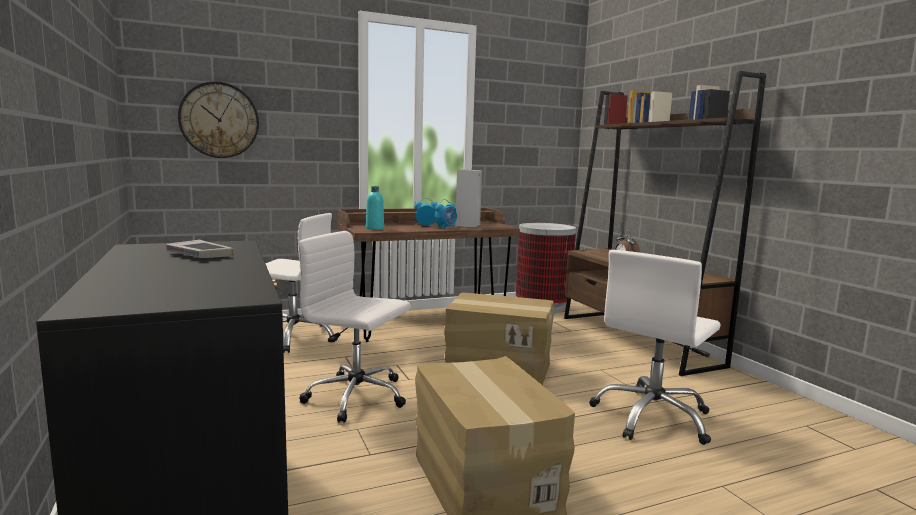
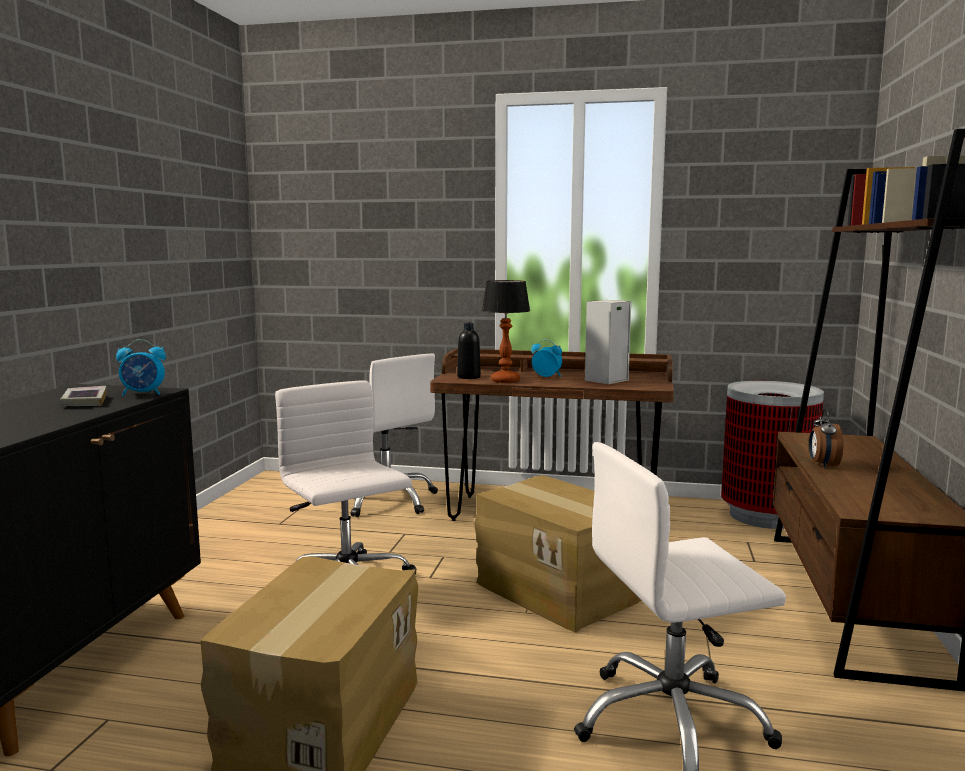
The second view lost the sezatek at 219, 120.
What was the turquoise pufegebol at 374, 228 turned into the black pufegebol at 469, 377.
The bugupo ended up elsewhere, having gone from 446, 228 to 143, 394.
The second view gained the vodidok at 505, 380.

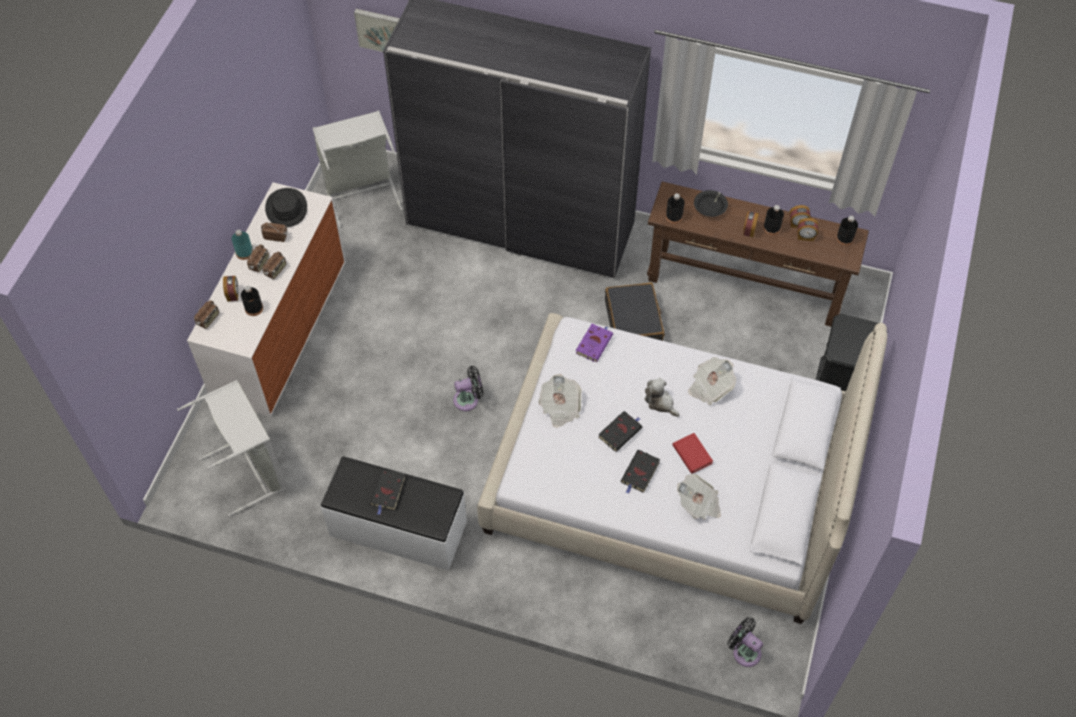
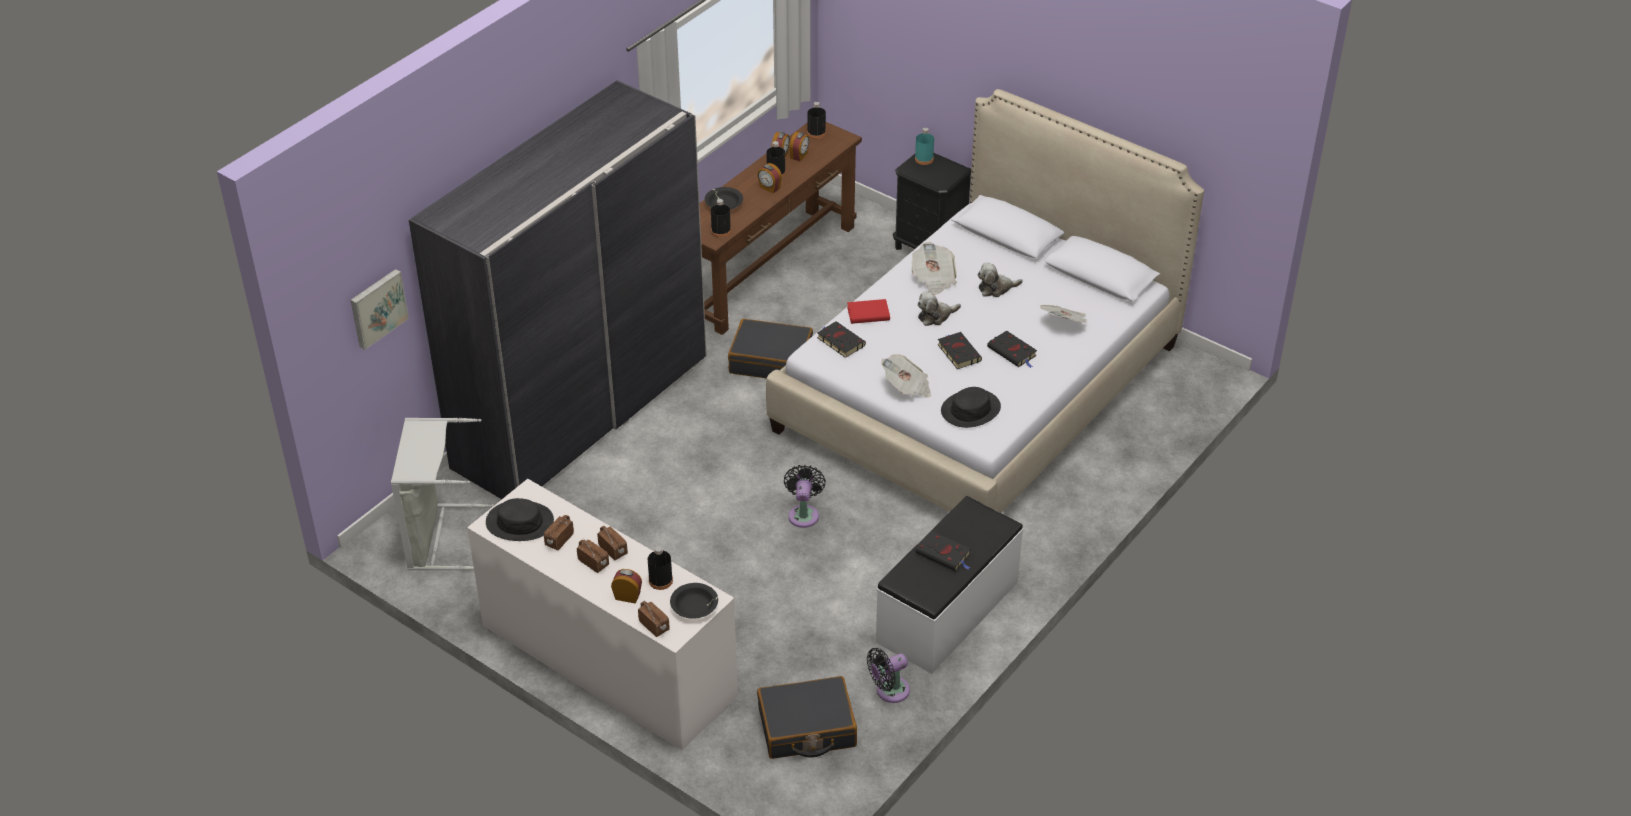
Where the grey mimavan stood at 252, 469, the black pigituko came to stand at 807, 728.
The turquoise pufegebol ended up elsewhere, having gone from 244, 252 to 924, 159.
What was the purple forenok at 594, 343 turned into the black forenok at 839, 341.
The red forenok ended up elsewhere, having gone from 692, 454 to 868, 314.
The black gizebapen ended up elsewhere, having gone from 744, 651 to 889, 691.
The second view gained the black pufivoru at 694, 606.
The second view gained the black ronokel at 970, 409.
The second view gained the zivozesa at 996, 288.

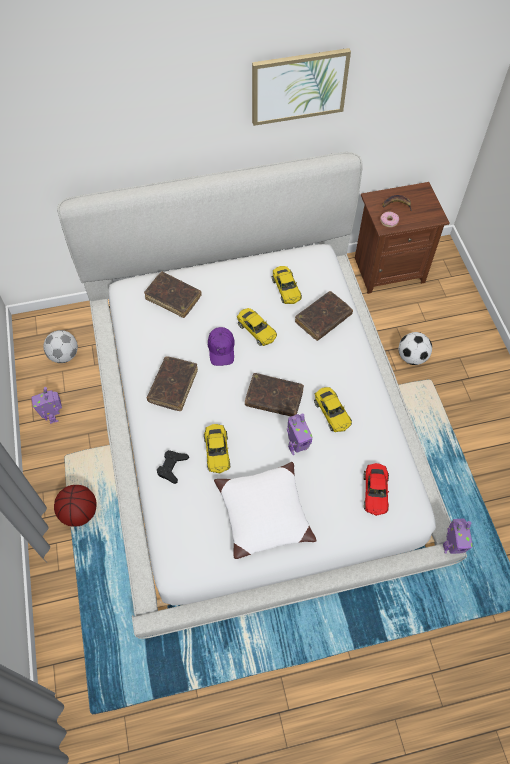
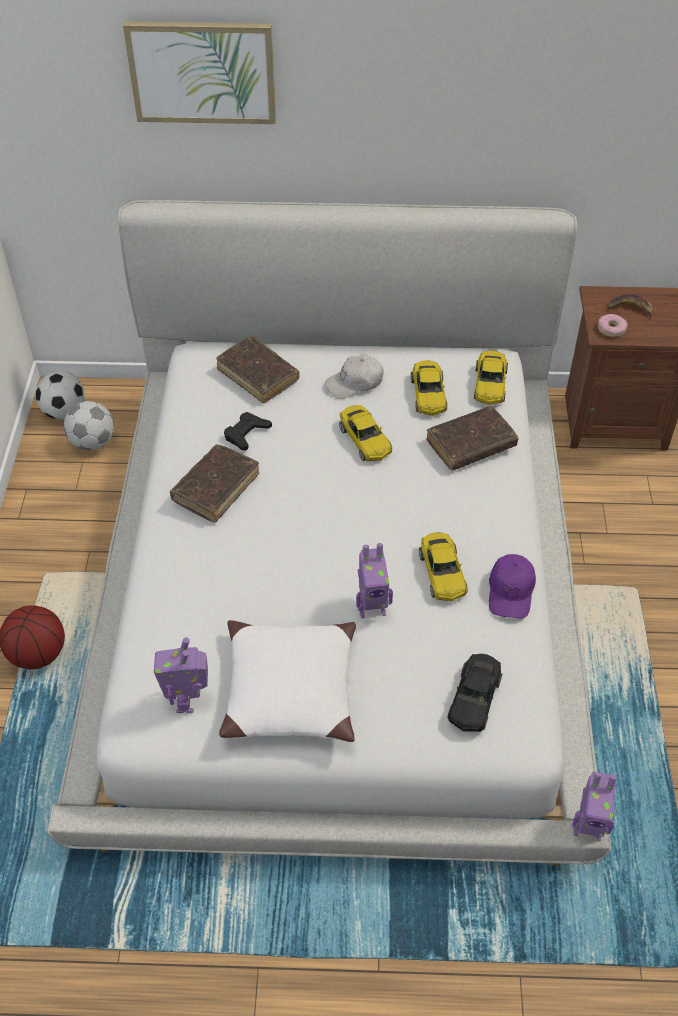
The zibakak ended up elsewhere, having gone from 54, 416 to 187, 701.
The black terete ended up elsewhere, having gone from 172, 467 to 246, 434.
The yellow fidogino ended up elsewhere, having gone from 217, 451 to 490, 384.
The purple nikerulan ended up elsewhere, having gone from 221, 349 to 511, 591.
The second view lost the brown forenok at 274, 398.
The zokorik ended up elsewhere, having gone from 299, 86 to 202, 72.
What was the red fidogino at 375, 491 turned into the black fidogino at 474, 698.
The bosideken ended up elsewhere, having gone from 412, 357 to 65, 412.
The second view gained the white nikerulan at 354, 383.

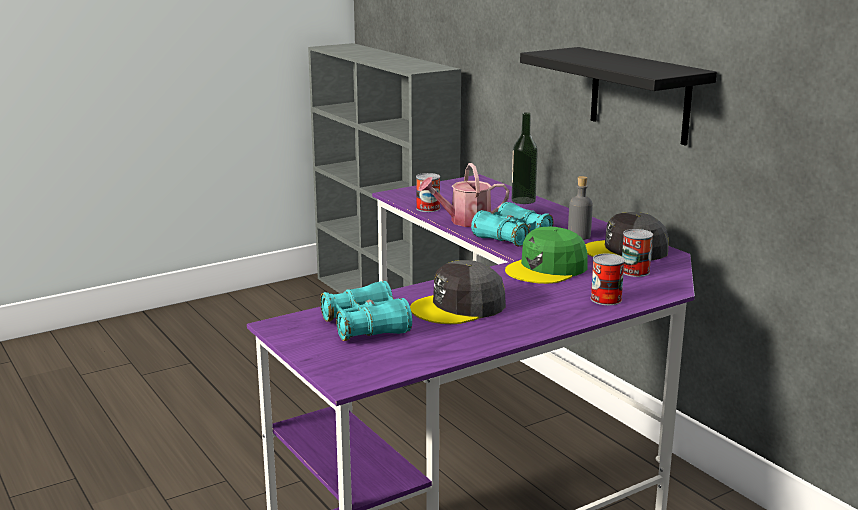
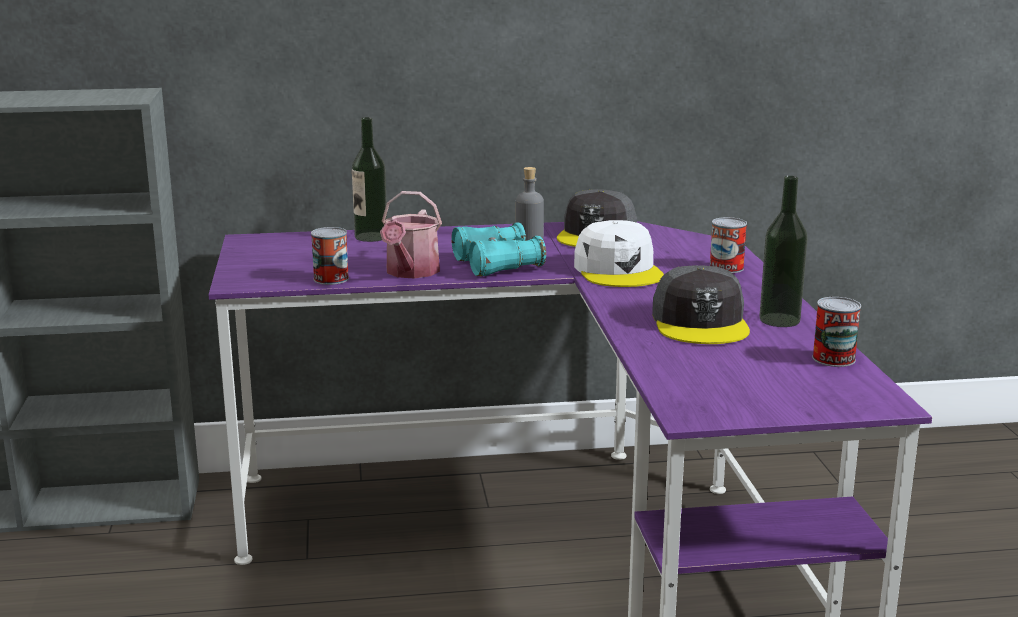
The second view lost the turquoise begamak at 366, 326.
What was the green nikerulan at 547, 269 turned into the white nikerulan at 618, 270.
The second view lost the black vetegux at 639, 95.
The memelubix ended up elsewhere, having gone from 635, 271 to 833, 358.
The second view gained the pufegebol at 779, 320.

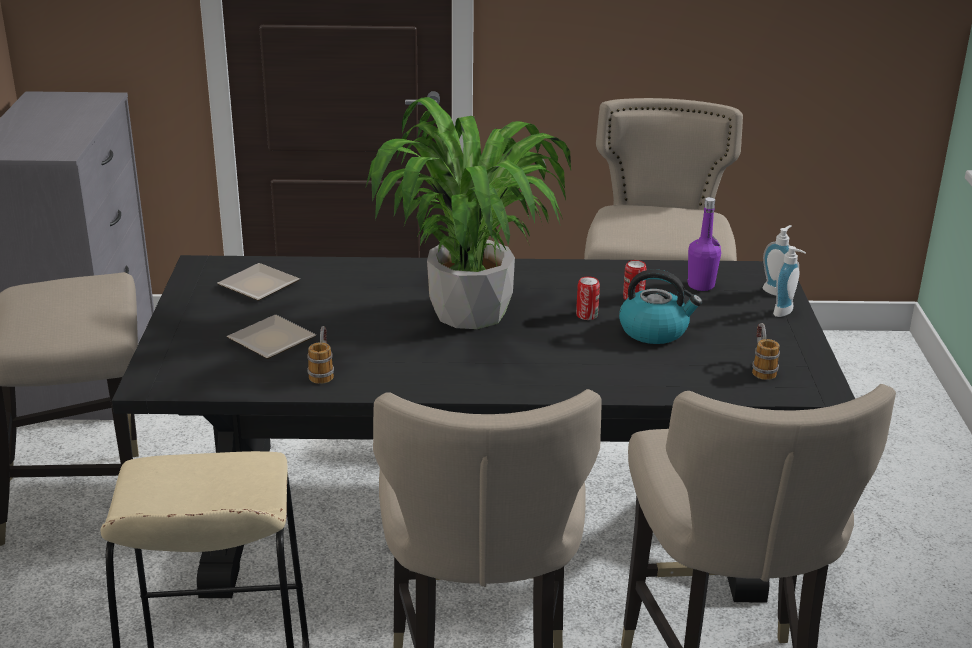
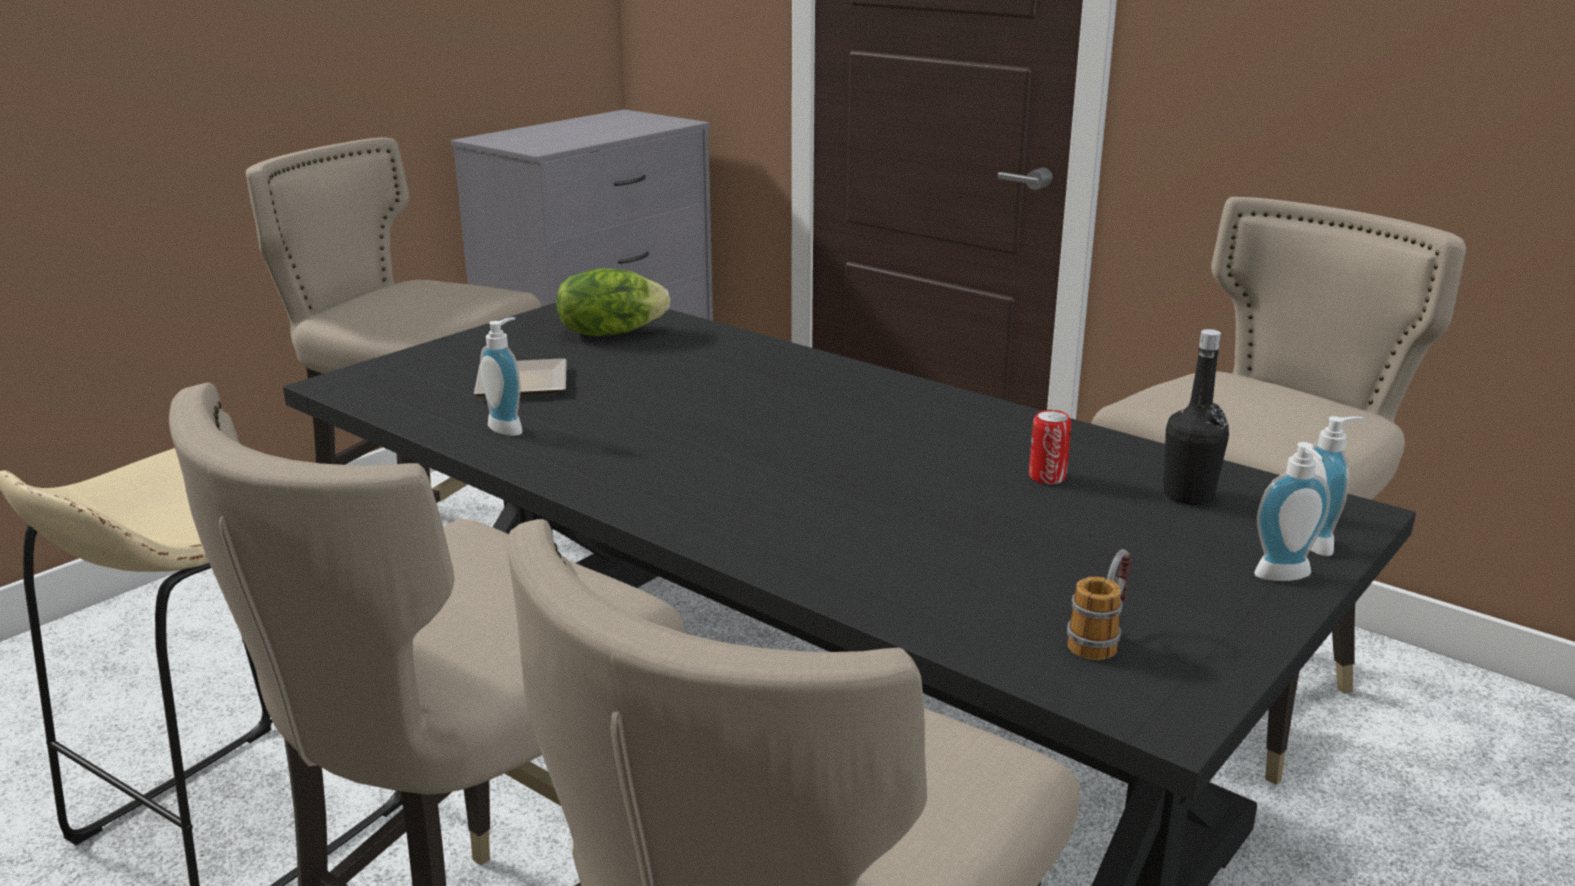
Where the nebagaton stood at 256, 286, the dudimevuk came to stand at 610, 332.
Where the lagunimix stood at 322, 371, the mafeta came to stand at 509, 427.
The second view lost the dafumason at 471, 313.
The second view lost the memelubix at 587, 315.
The second view lost the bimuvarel at 655, 331.
What was the purple pufegebol at 701, 285 turned into the black pufegebol at 1188, 495.

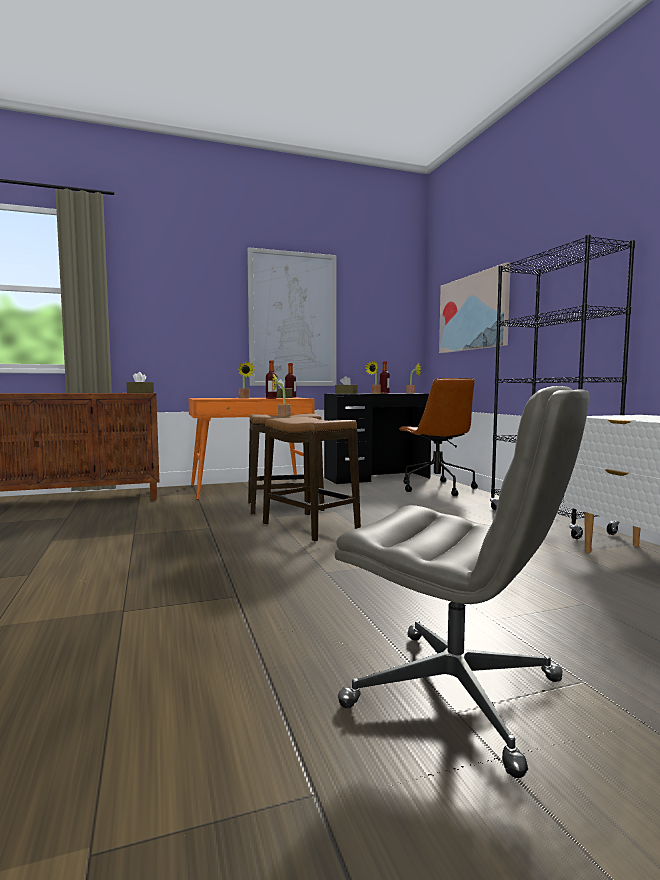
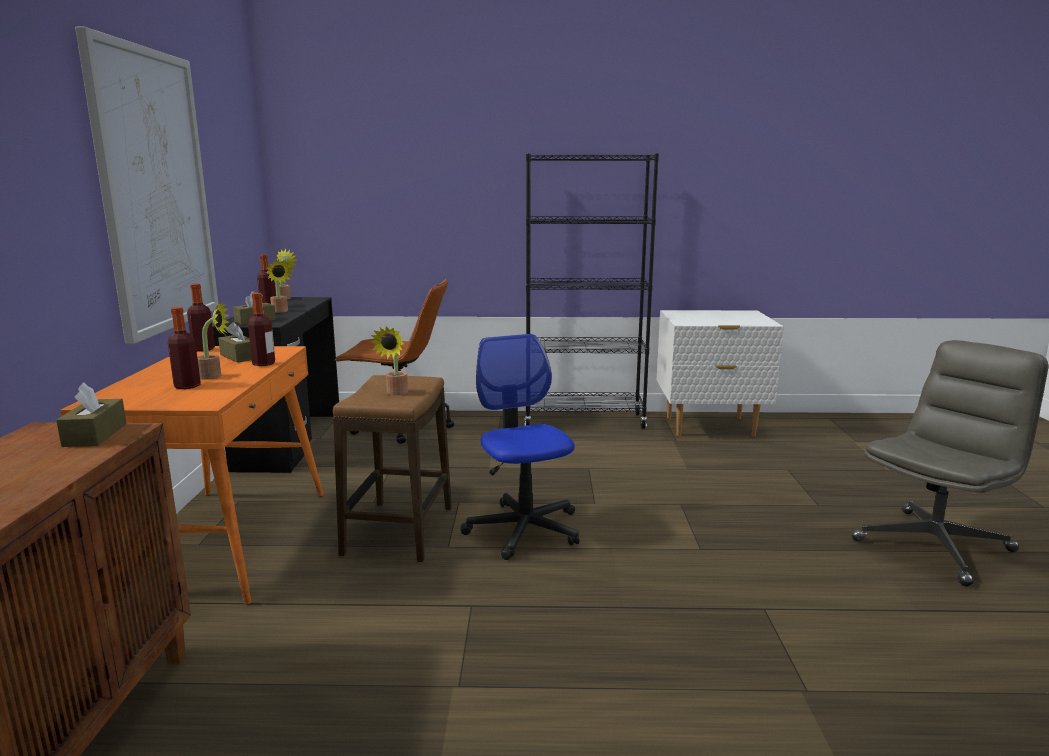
Where the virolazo stood at 311, 527, the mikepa came to stand at 524, 529.
The second view lost the zokorik at 473, 312.
The second view gained the pufegebol at 187, 386.

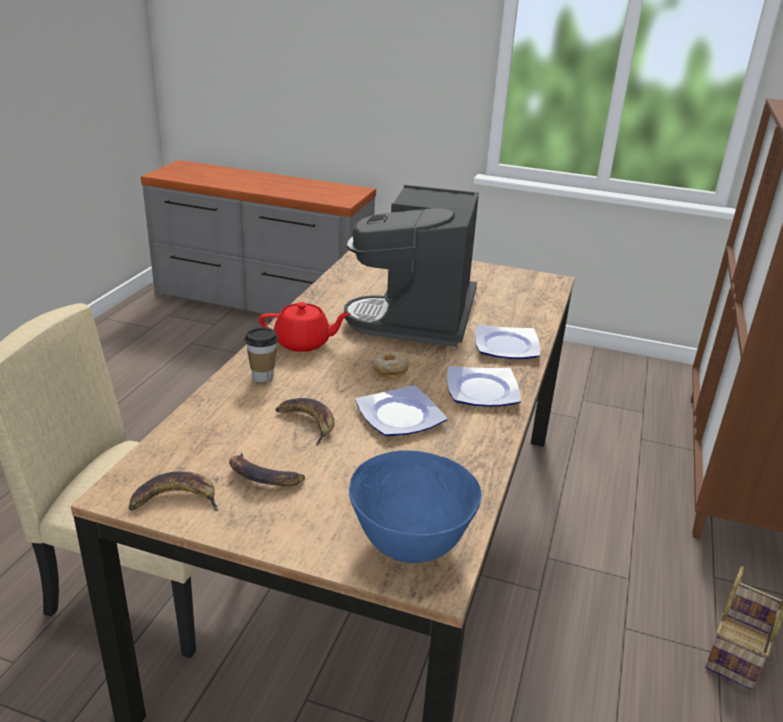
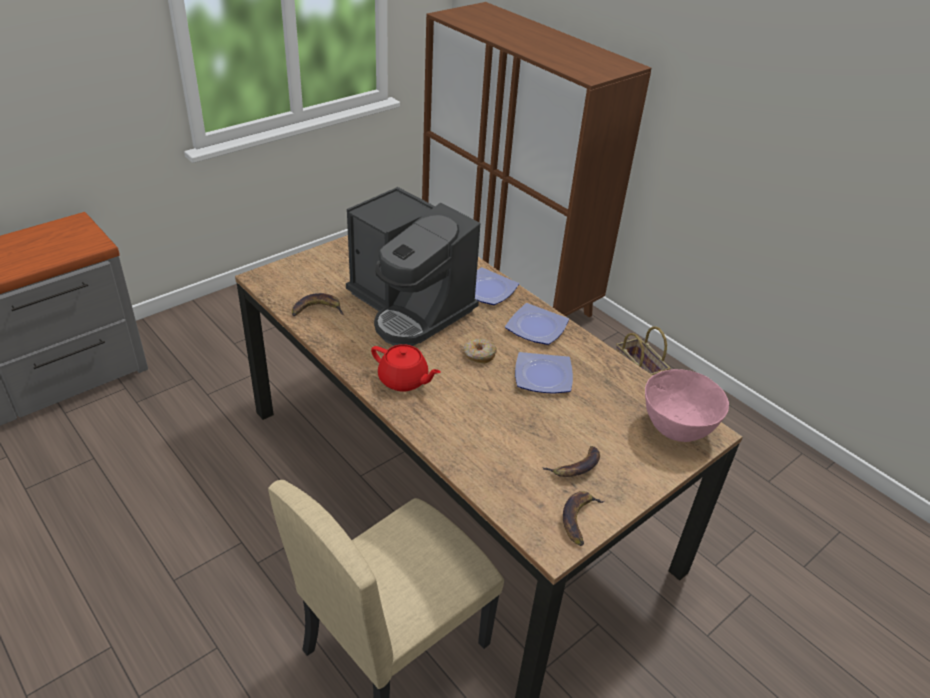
The second view lost the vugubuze at 263, 376.
The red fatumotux at 303, 343 ended up facing another way, 90 degrees clockwise from before.
The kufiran ended up elsewhere, having gone from 308, 423 to 317, 309.
What was the blue pufivoru at 410, 544 turned into the pink pufivoru at 677, 429.

